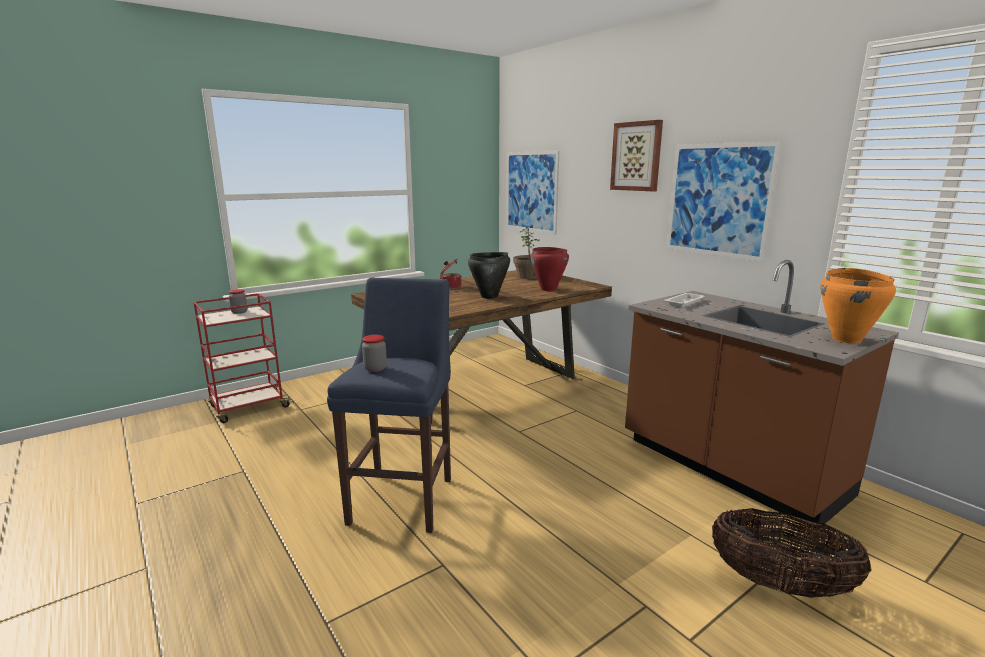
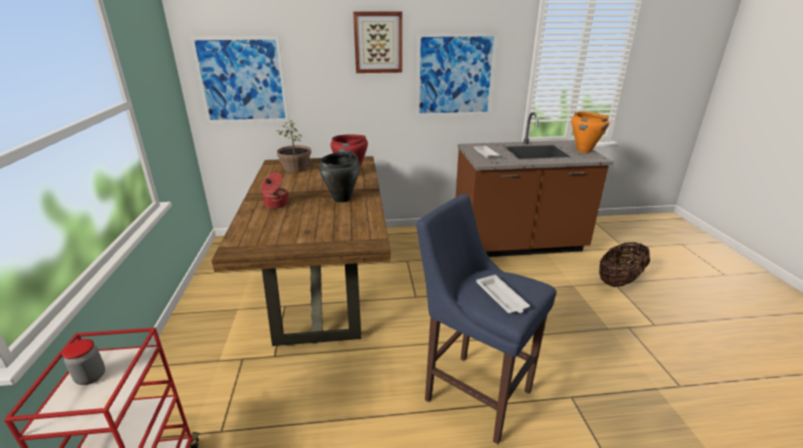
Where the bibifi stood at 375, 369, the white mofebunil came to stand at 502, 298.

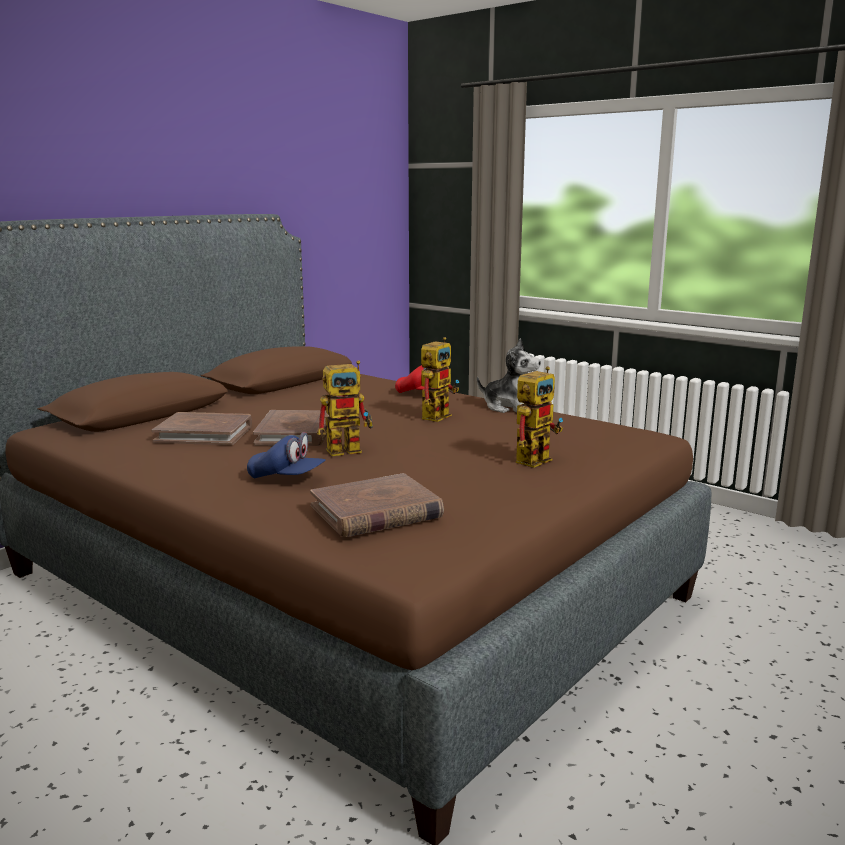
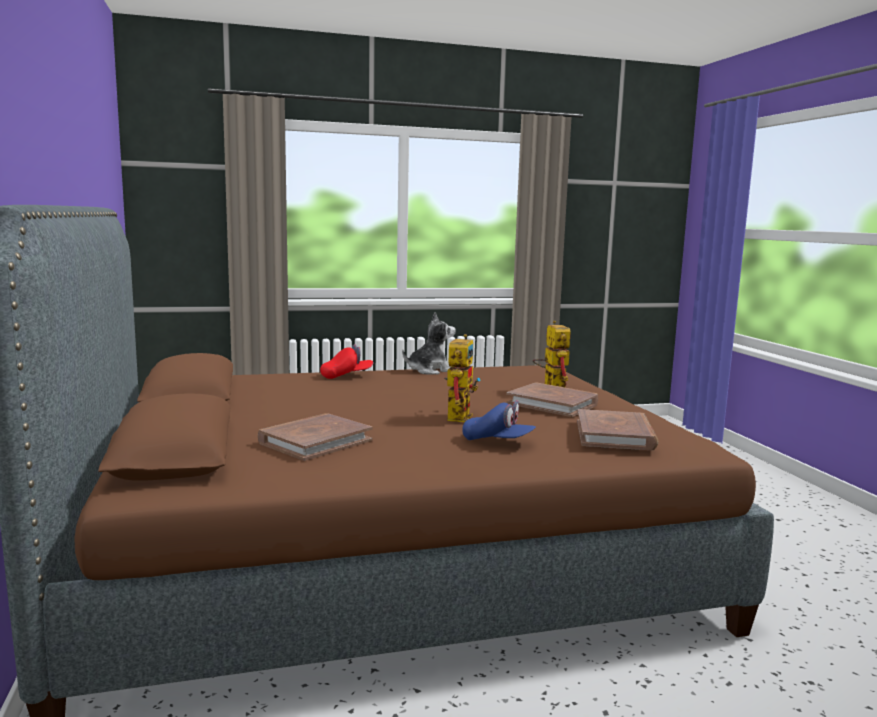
The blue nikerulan at 286, 478 ended up facing another way, 60 degrees clockwise from before.
The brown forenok ended up elsewhere, having gone from 296, 433 to 552, 404.
The second view lost the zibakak at 437, 415.

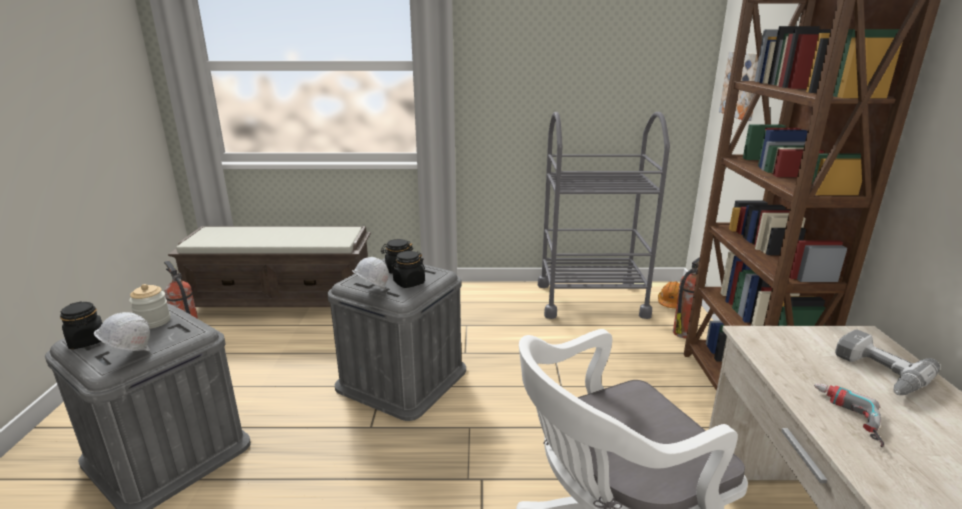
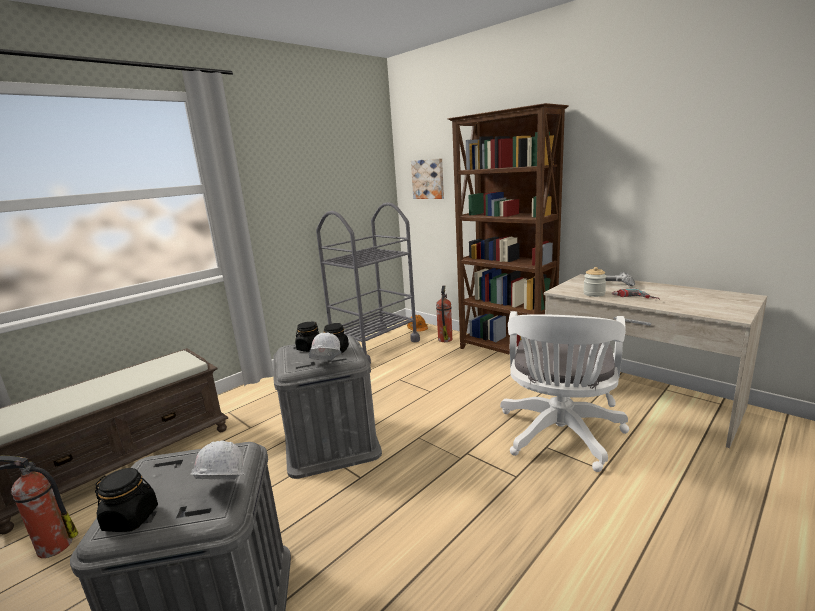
The bibifi ended up elsewhere, having gone from 153, 321 to 594, 294.

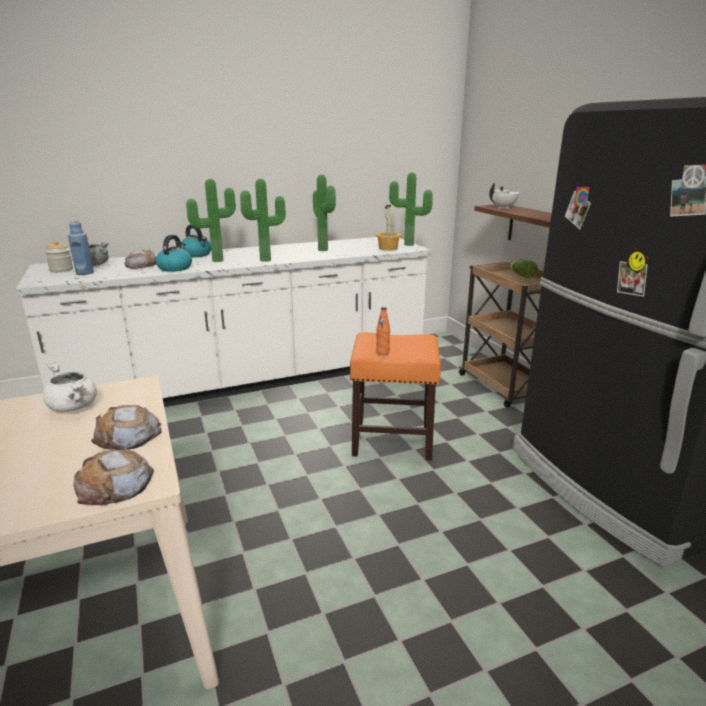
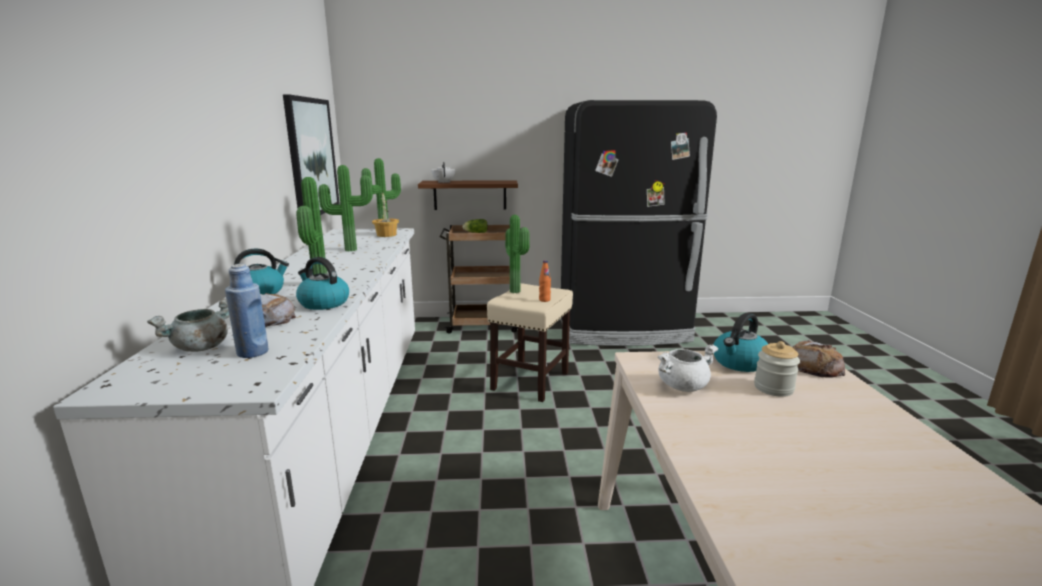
The bibifi ended up elsewhere, having gone from 61, 270 to 773, 388.
Where the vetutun stood at 127, 435, the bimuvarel came to stand at 739, 363.
The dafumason ended up elsewhere, having gone from 267, 260 to 517, 291.
What was the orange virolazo at 393, 440 turned into the beige virolazo at 530, 380.
The second view gained the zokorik at 312, 157.

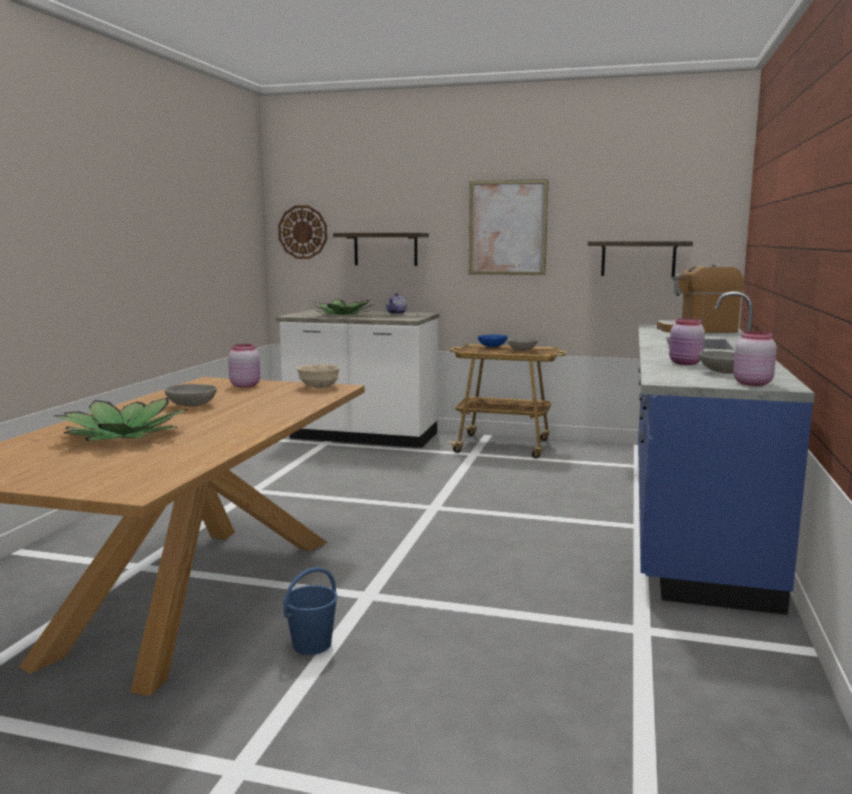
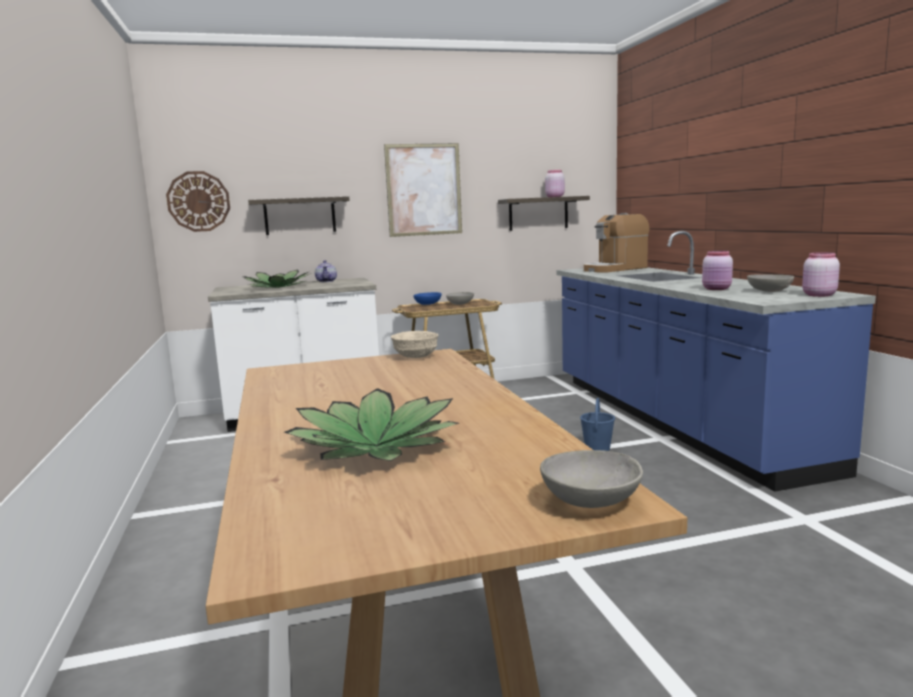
The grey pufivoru ended up elsewhere, having gone from 192, 405 to 589, 501.
The pink bibifi ended up elsewhere, having gone from 245, 385 to 554, 197.
The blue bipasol ended up elsewhere, having gone from 311, 645 to 597, 449.

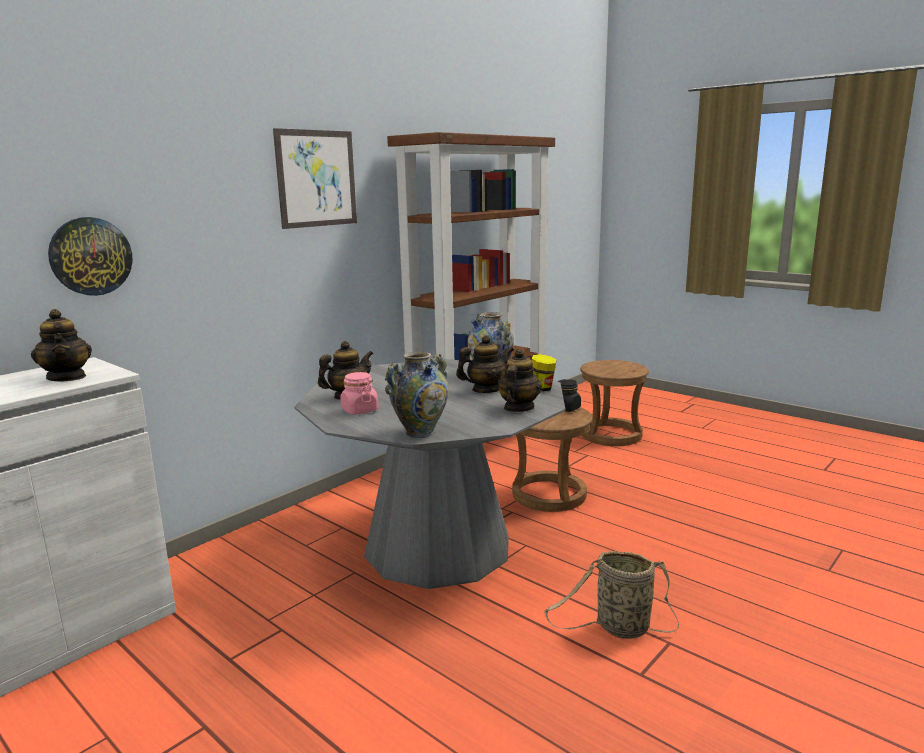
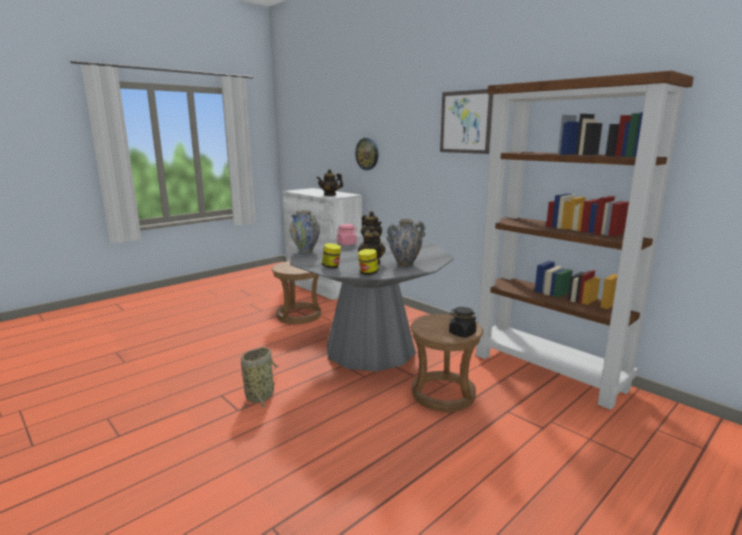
Where the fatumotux stood at 518, 408, the bibifi came to stand at 331, 267.
The brown virolazo ended up elsewhere, having gone from 610, 435 to 298, 315.

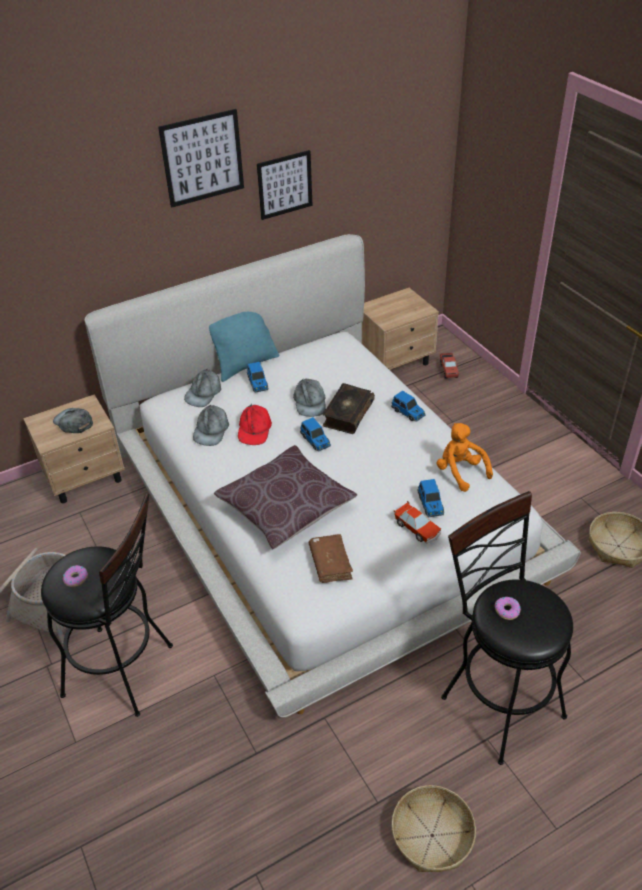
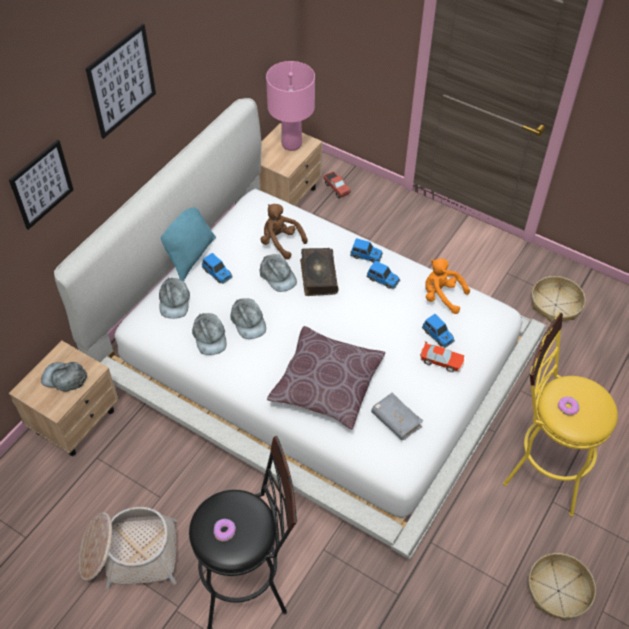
What was the red nikerulan at 254, 429 turned into the grey nikerulan at 248, 321.
The zokorik ended up elsewhere, having gone from 284, 184 to 41, 184.
The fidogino ended up elsewhere, having gone from 315, 441 to 383, 280.
What was the brown forenok at 330, 563 turned into the grey forenok at 396, 420.
What was the black virolazo at 495, 699 turned into the yellow virolazo at 541, 468.
The second view gained the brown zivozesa at 280, 242.
The second view gained the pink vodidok at 292, 144.

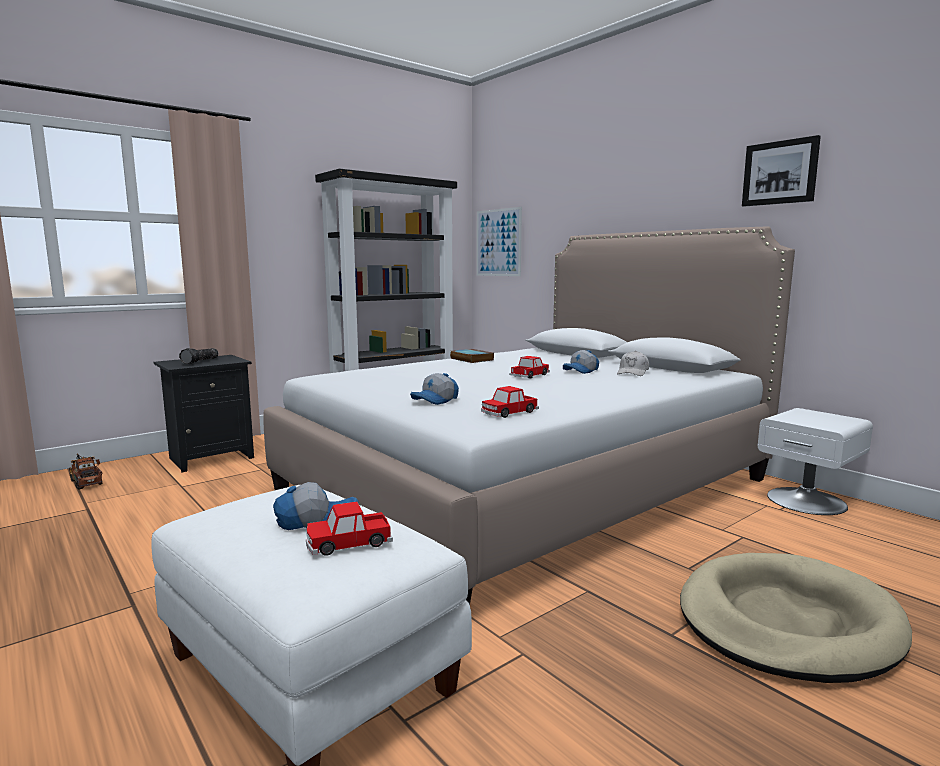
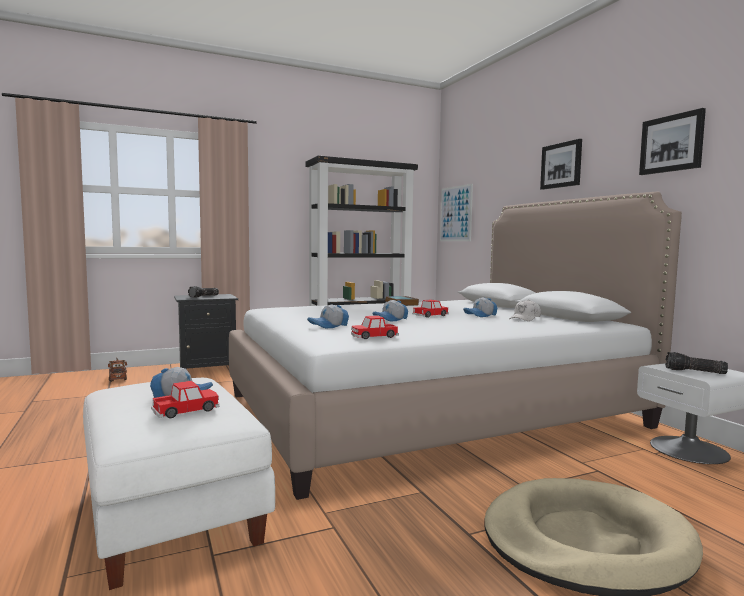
The fidogino at 348, 543 ended up facing another way, 150 degrees clockwise from before.
The second view gained the nikerulan at 391, 319.
The second view gained the zokorik at 561, 165.
The second view gained the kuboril at 694, 372.

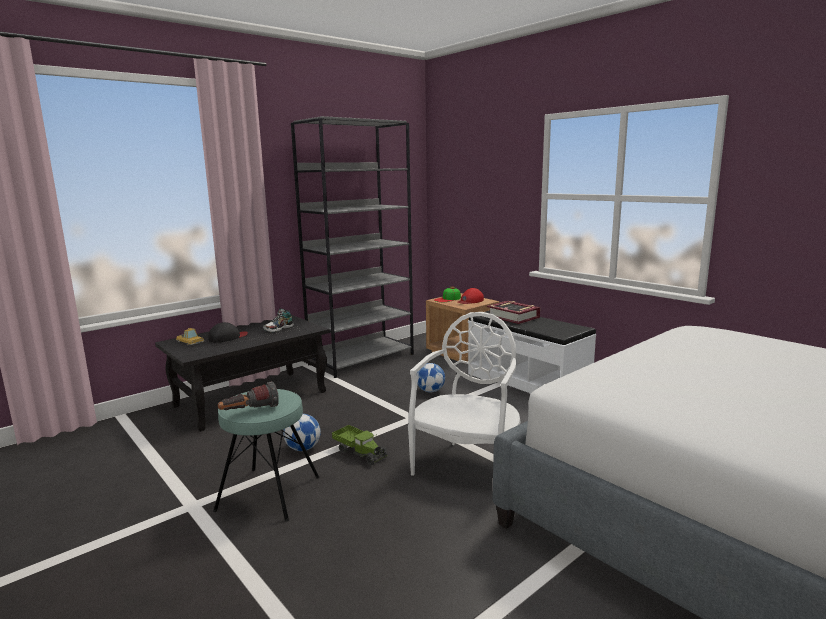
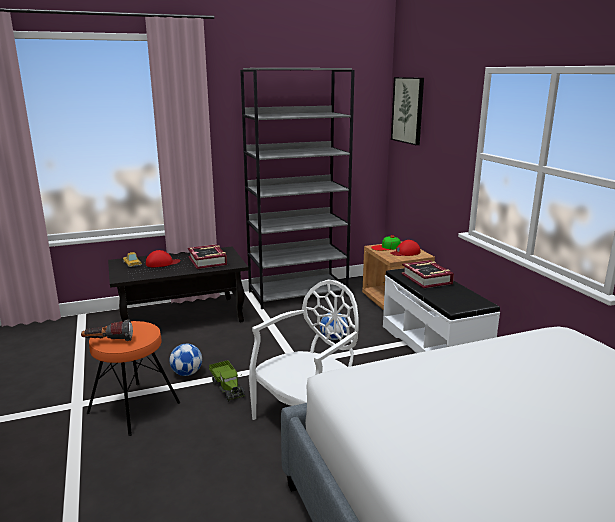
What was the black nikerulan at 227, 337 turned into the red nikerulan at 162, 263.
What was the turquoise virolazo at 269, 493 turned into the orange virolazo at 134, 408.
Where the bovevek stood at 279, 329, the forenok came to stand at 207, 261.
The second view gained the zokorik at 408, 110.

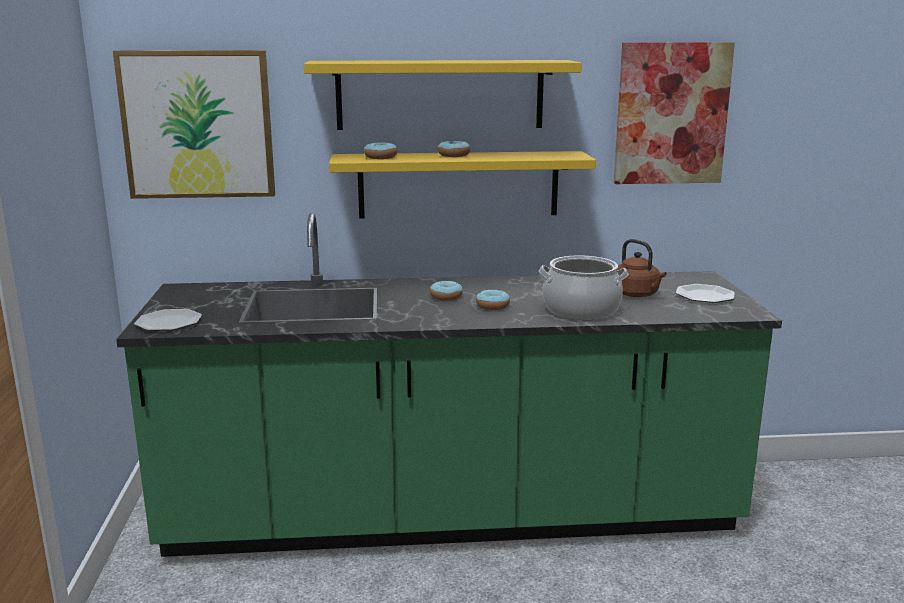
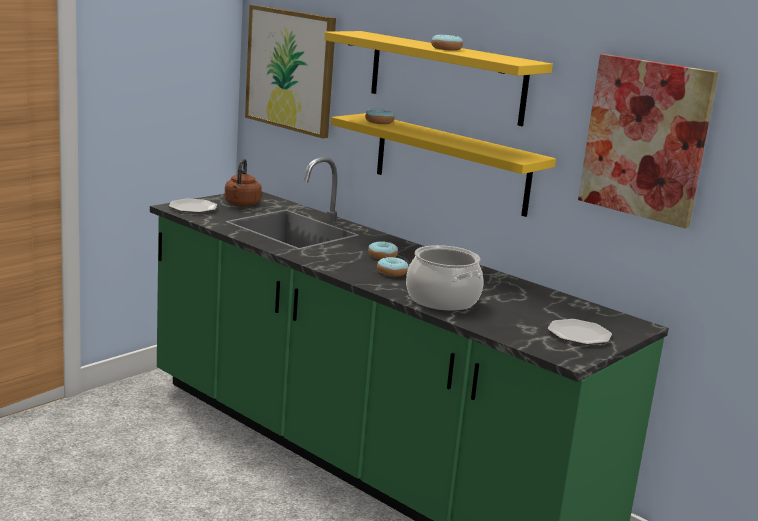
The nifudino ended up elsewhere, having gone from 454, 155 to 446, 49.
The brown bimuvarel ended up elsewhere, having gone from 637, 294 to 242, 204.

